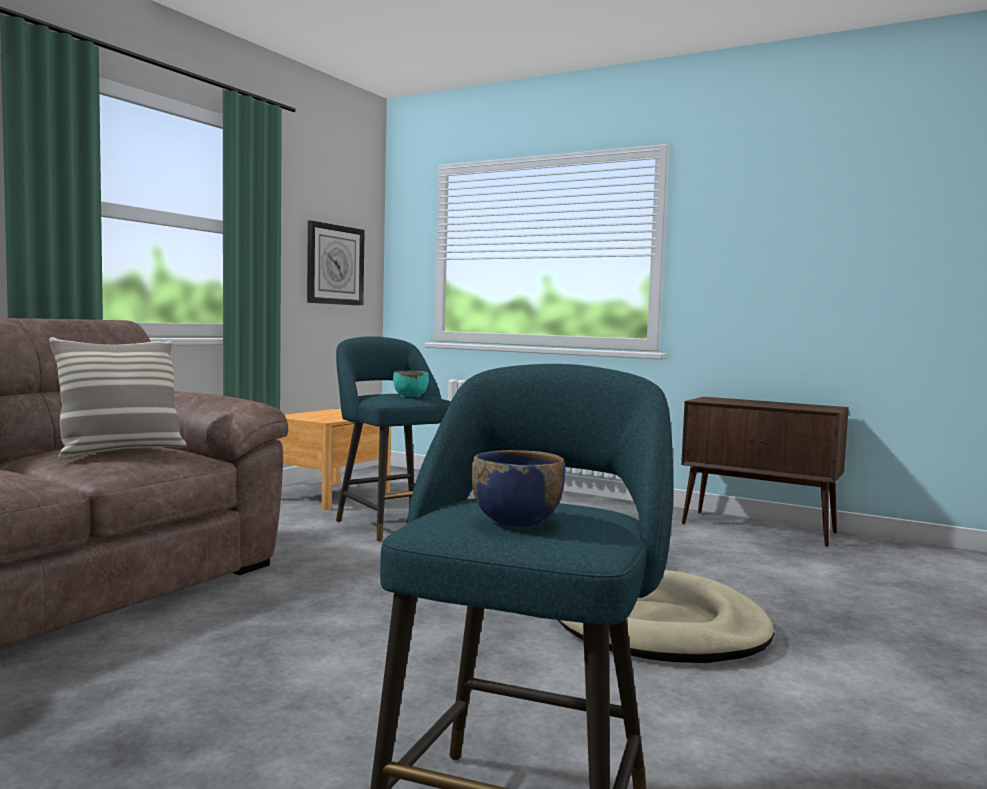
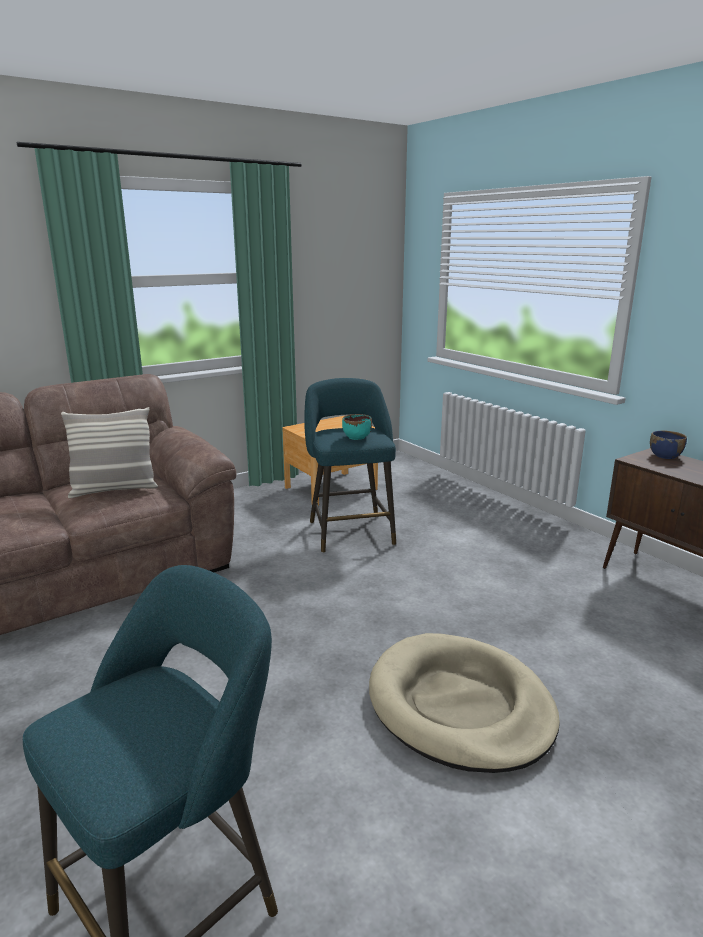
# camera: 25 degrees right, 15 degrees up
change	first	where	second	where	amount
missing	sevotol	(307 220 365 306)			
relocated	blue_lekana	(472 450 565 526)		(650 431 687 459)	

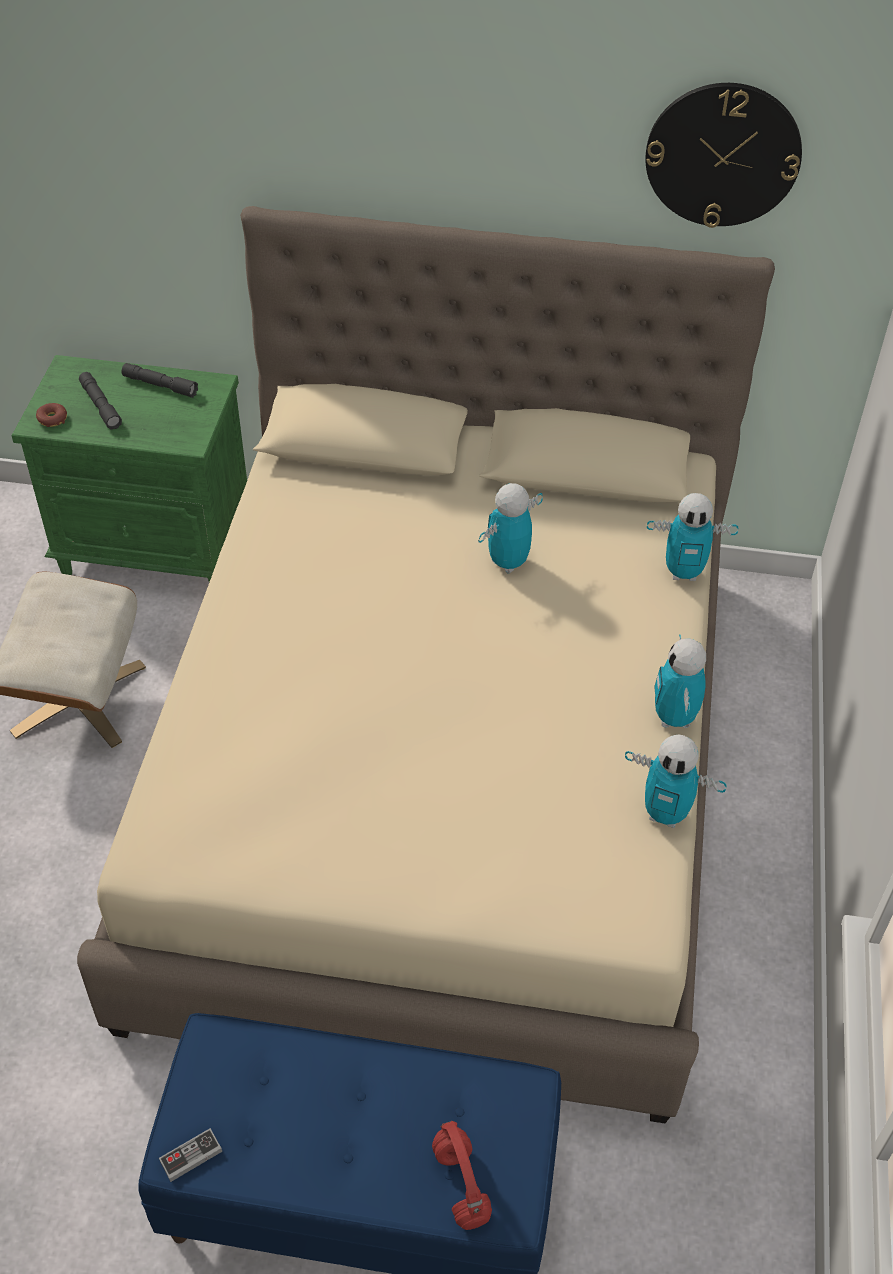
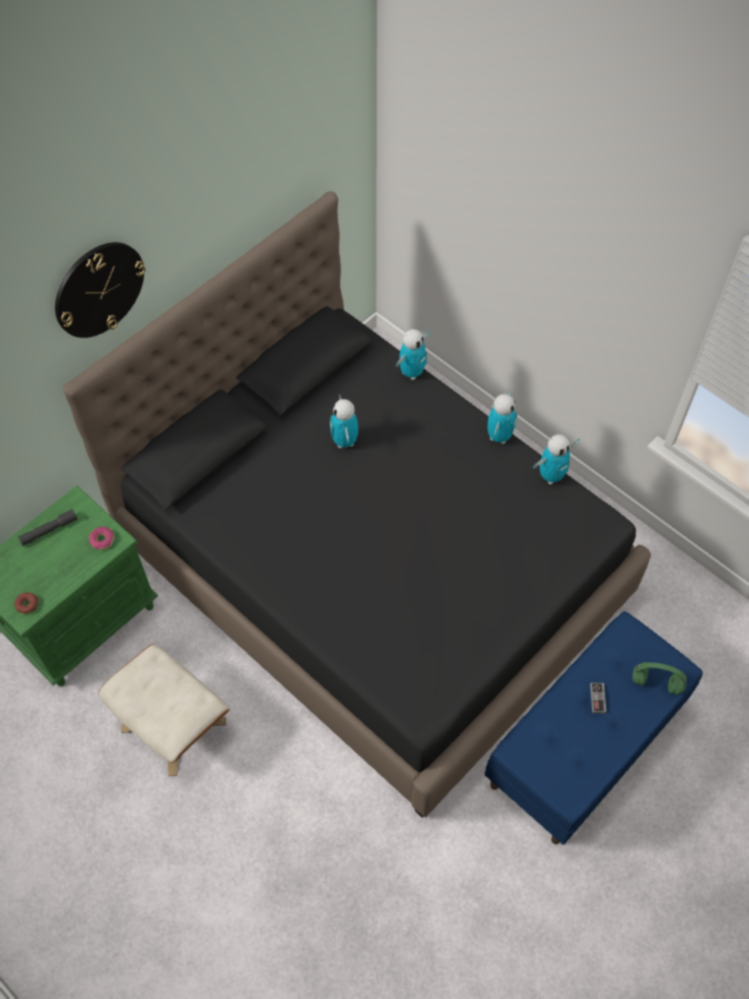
# camera: 55 degrees left, 10 degrees up
change	first	where	second	where	amount
colour	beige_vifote	(77 206 775 1123)	black_vifote	(63 191 651 818)	
missing	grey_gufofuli	(79 372 122 430)			
relocated	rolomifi	(159 1128 222 1182)		(590 683 606 714)	
colour	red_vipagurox	(432 1121 492 1230)	green_vipagurox	(632 662 687 695)	
relocated	sevotol	(646 83 802 228)		(55 242 146 338)	
spun	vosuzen	(654 634 706 728)		(487 391 517 444)	105 degrees counterclockwise
appeared			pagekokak	(89 527 114 550)	

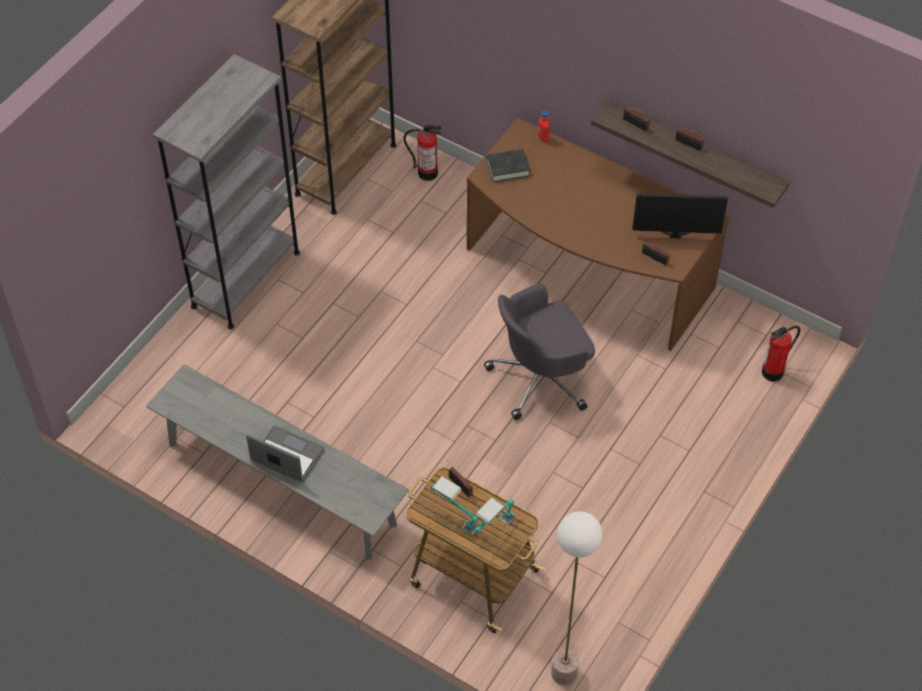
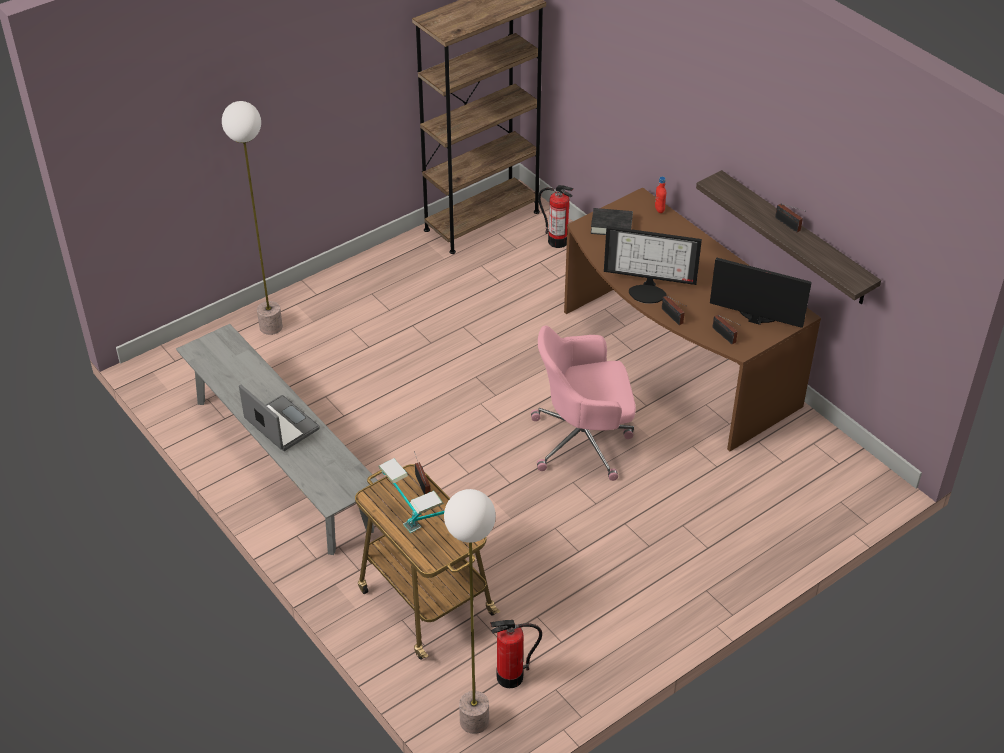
# camera: 20 degrees right, 10 degrees down
change	first	where	second	where	amount
missing	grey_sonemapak	(153 54 300 329)			
colour	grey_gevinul	(484 284 595 420)	pink_gevinul	(531 326 636 481)	
relocated	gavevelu	(623 107 651 132)		(662 296 686 325)	
relocated	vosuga	(762 326 800 382)		(490 620 542 688)	
appeared			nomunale	(222 101 283 335)	
appeared			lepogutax	(604 226 702 304)	

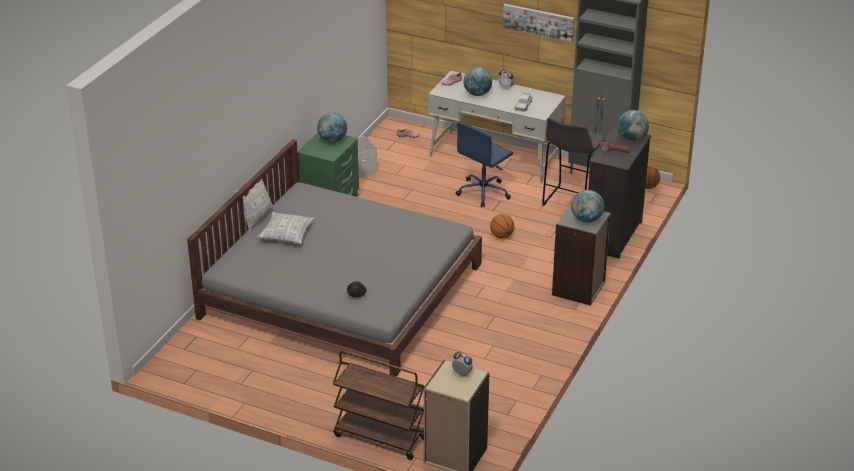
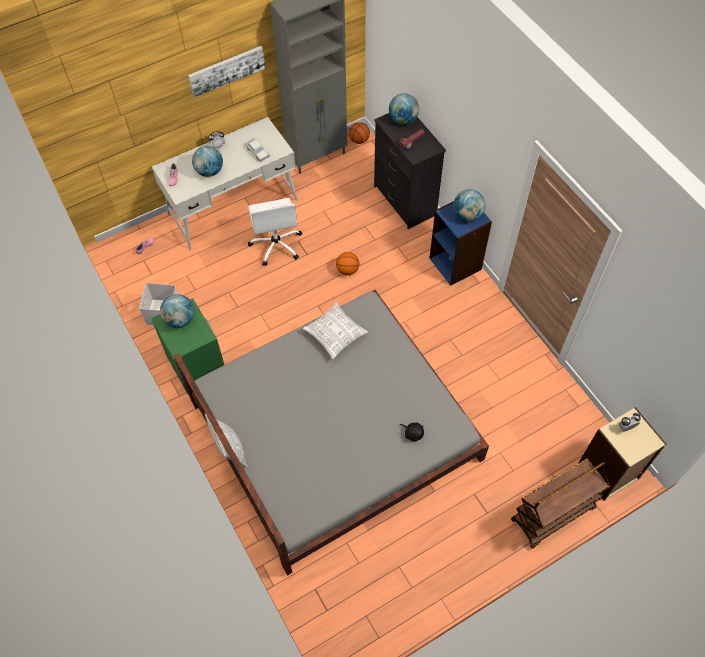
# camera: 55 degrees left, 25 degrees up
change	first	where	second	where	amount
relocated	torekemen	(257 212 315 244)		(302 302 368 359)	
colour	blue_gevinul	(455 122 513 207)	white_gevinul	(248 198 302 266)	
missing	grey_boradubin	(542 118 606 206)			
colour	grey_sonemapak	(552 204 611 306)	blue_sonemapak	(429 201 492 286)	

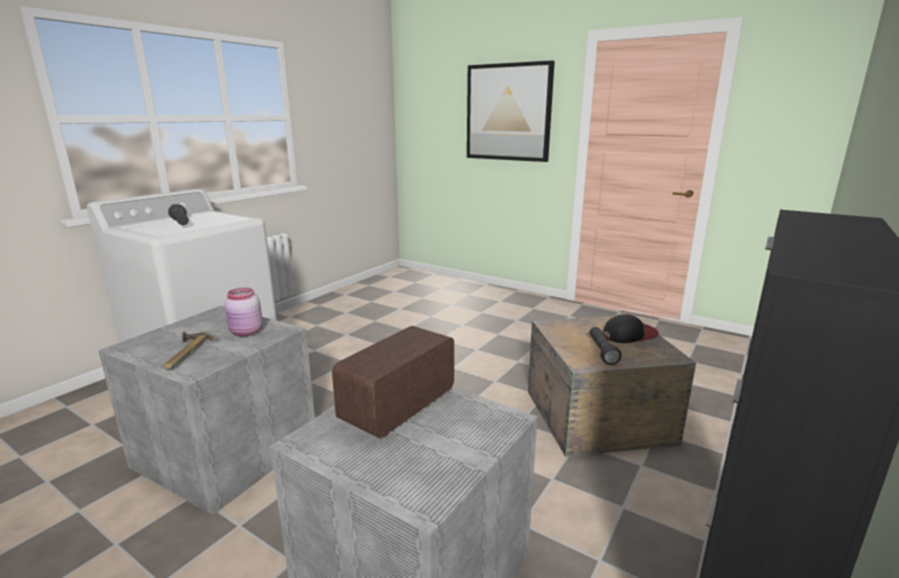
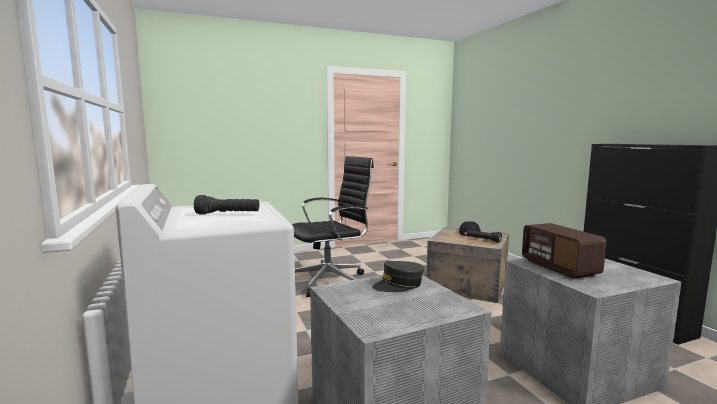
# camera: 55 degrees left, 10 degrees down
change	first	where	second	where	amount
missing	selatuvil	(163 332 216 369)			
exchanged	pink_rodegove	(224 288 263 337)	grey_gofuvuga	(372 261 424 292)	
missing	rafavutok	(467 60 555 162)			
appeared			black_gevinul	(292 156 374 297)	

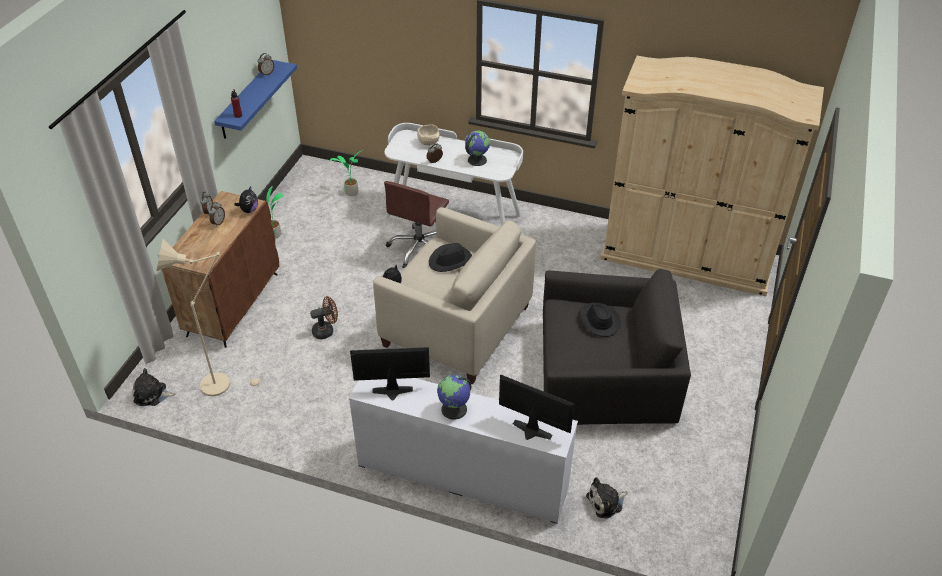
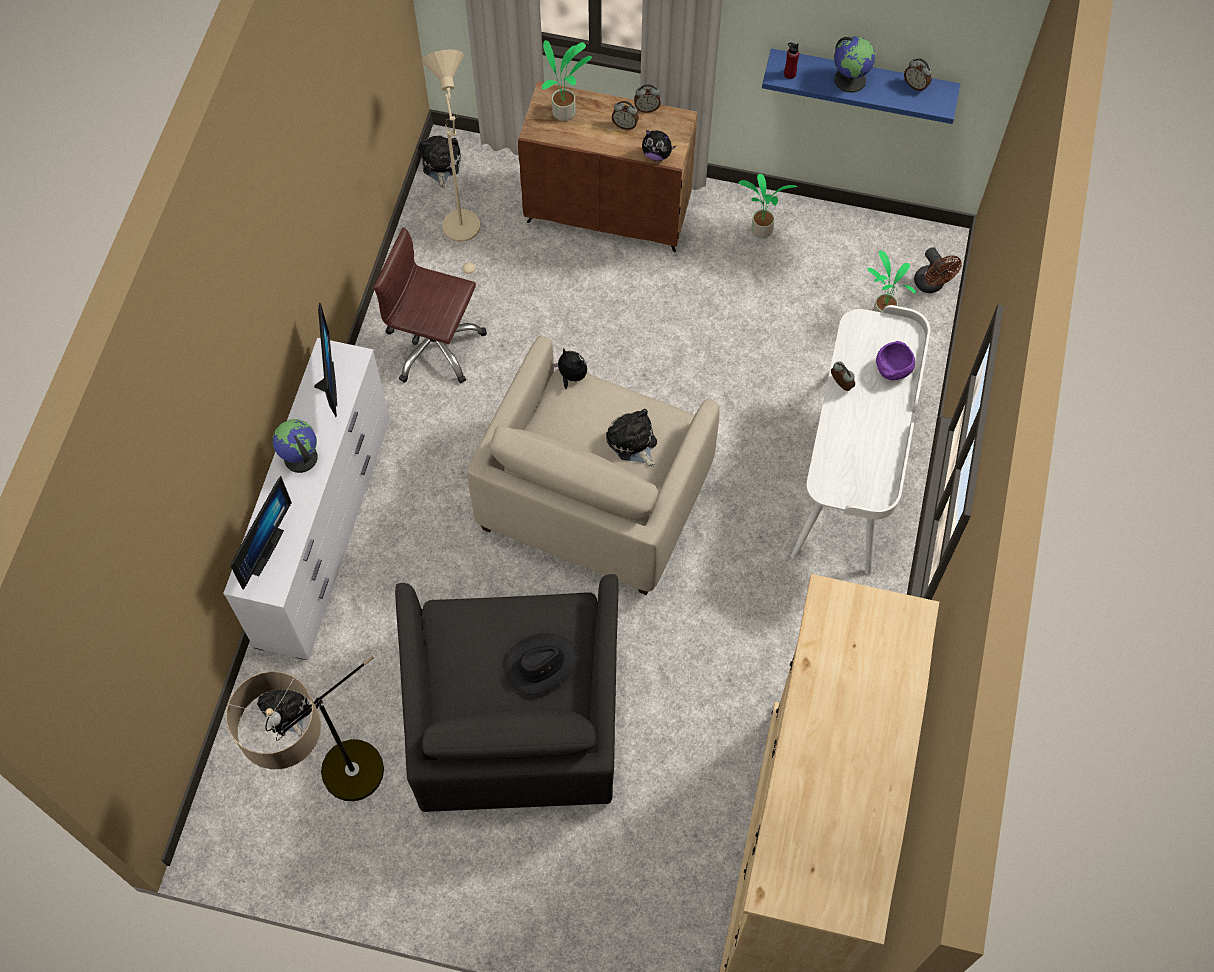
# camera: 85 degrees right, 20 degrees up
change	first	where	second	where	amount
relocated	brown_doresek	(310 296 338 339)		(914 247 962 293)	
relocated	brown_gevinul	(384 181 449 268)		(373 227 487 384)	
colour	beige_lekana	(417 125 440 145)	purple_lekana	(876 341 915 380)	
exchanged	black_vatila	(429 243 472 272)	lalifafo	(606 409 657 467)	
relocated	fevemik	(465 131 490 166)		(834 36 876 93)	
appeared			nomunale	(226 656 384 801)	
appeared			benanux	(542 40 592 121)	

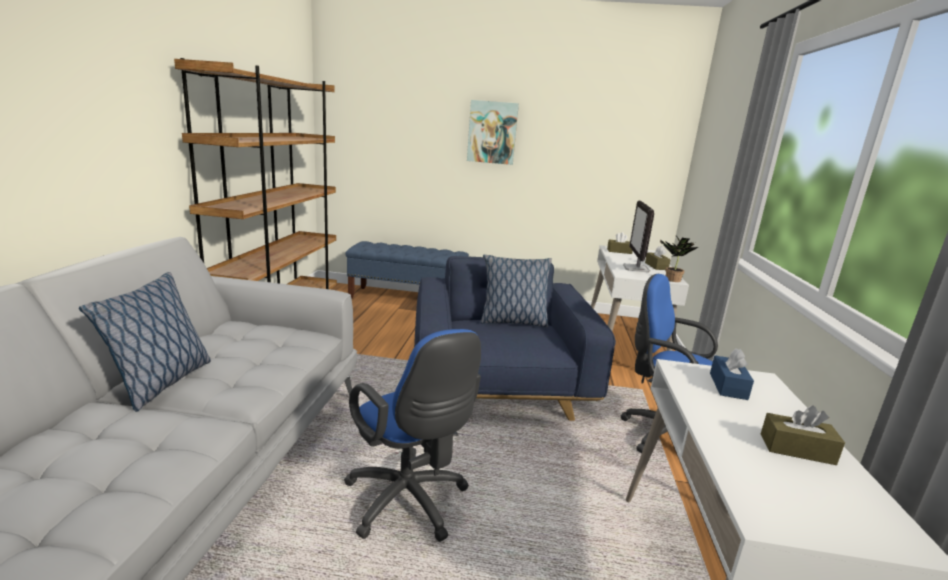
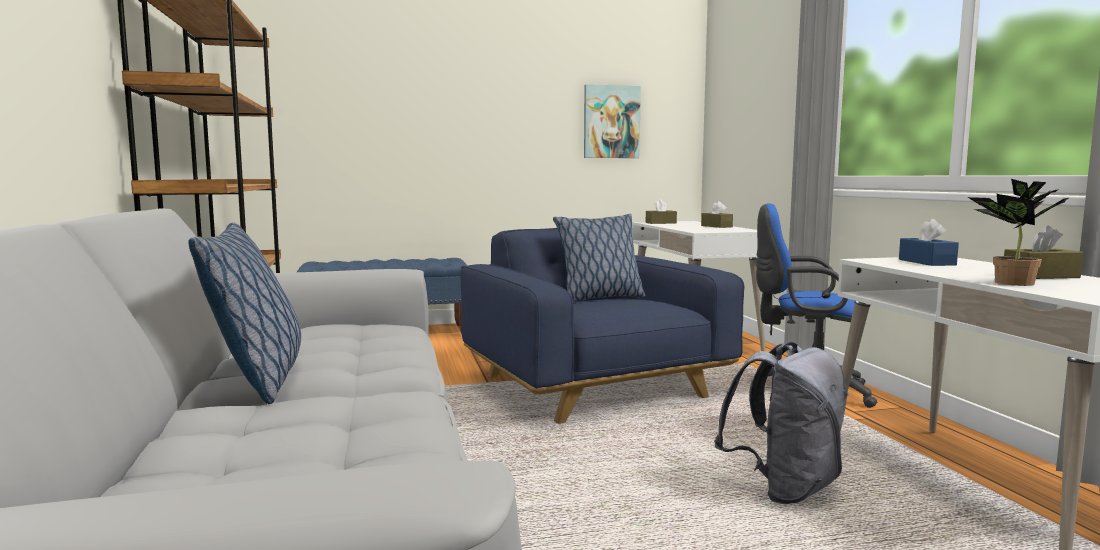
# camera: 20 degrees left, 10 degrees down
change	first	where	second	where	amount
missing	blue_gevinul	(344 329 481 542)			
relocated	rafavutok	(467 100 519 165)		(584 84 641 158)	
missing	lepogutax	(623 201 654 273)			
relocated	benanux	(660 236 698 282)		(968 179 1069 286)	
appeared			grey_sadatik	(714 342 848 504)	

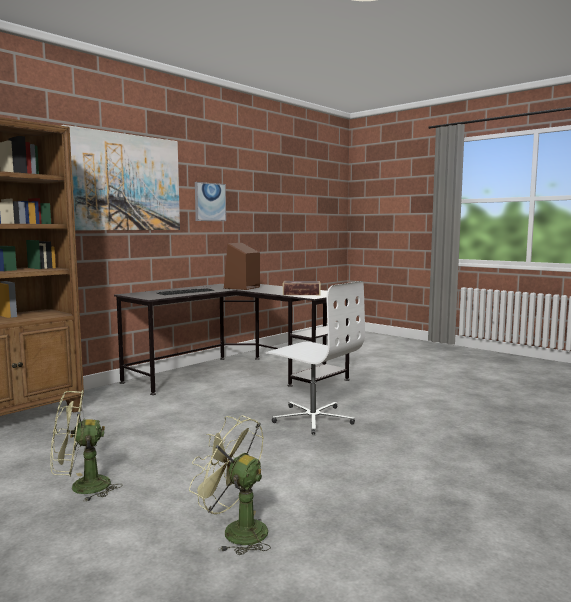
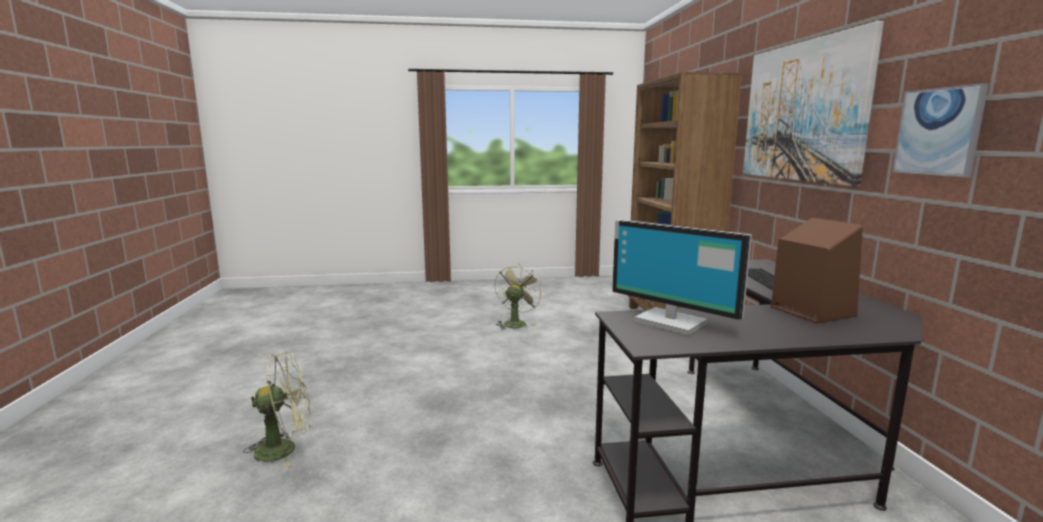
# camera: 130 degrees right, 5 degrees up
change	first	where	second	where	amount
relocated	green_doresek	(189 415 271 555)		(243 352 311 468)	
missing	white_gevinul	(265 281 365 435)			
exchanged	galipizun	(283 281 320 295)	lepogutax	(612 219 752 335)	

